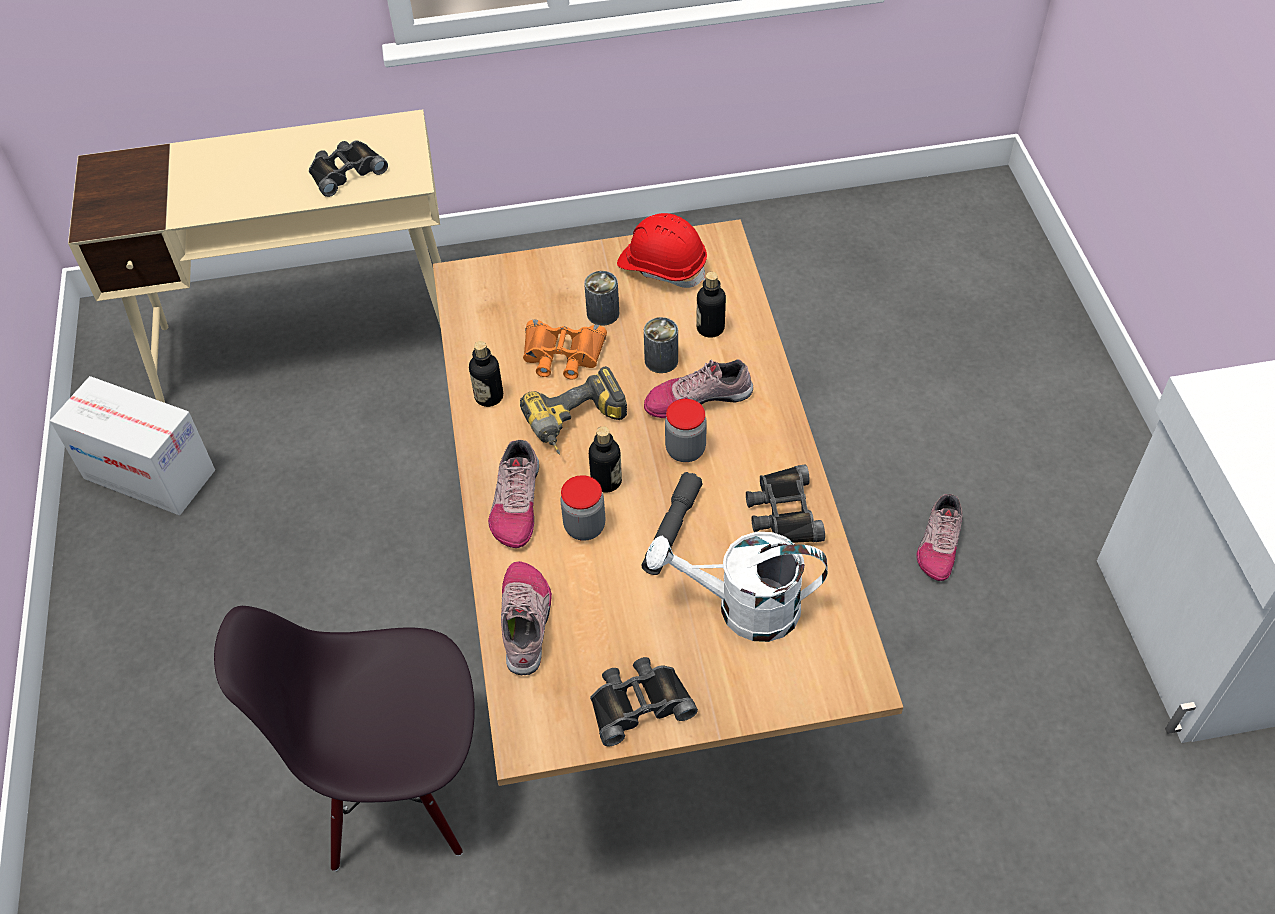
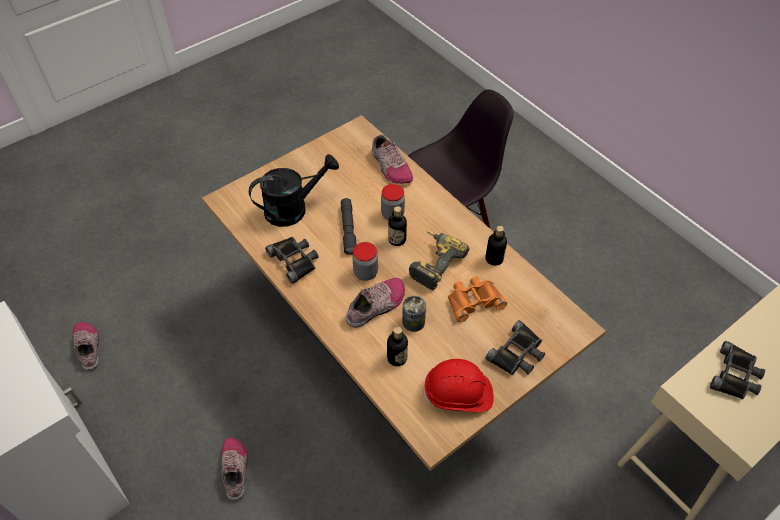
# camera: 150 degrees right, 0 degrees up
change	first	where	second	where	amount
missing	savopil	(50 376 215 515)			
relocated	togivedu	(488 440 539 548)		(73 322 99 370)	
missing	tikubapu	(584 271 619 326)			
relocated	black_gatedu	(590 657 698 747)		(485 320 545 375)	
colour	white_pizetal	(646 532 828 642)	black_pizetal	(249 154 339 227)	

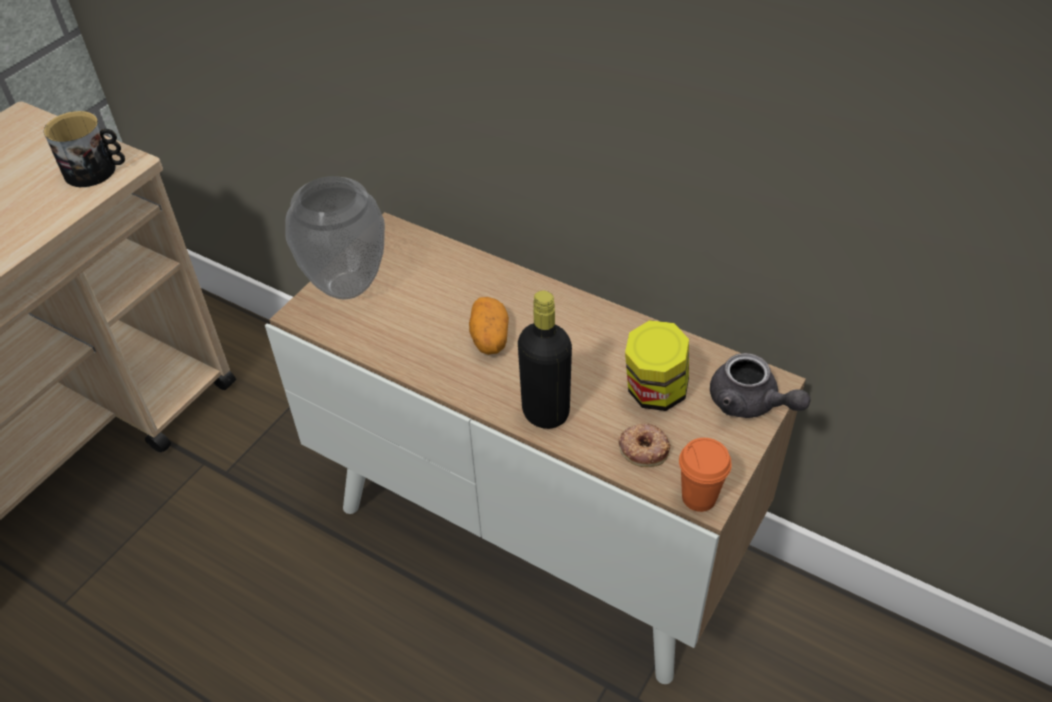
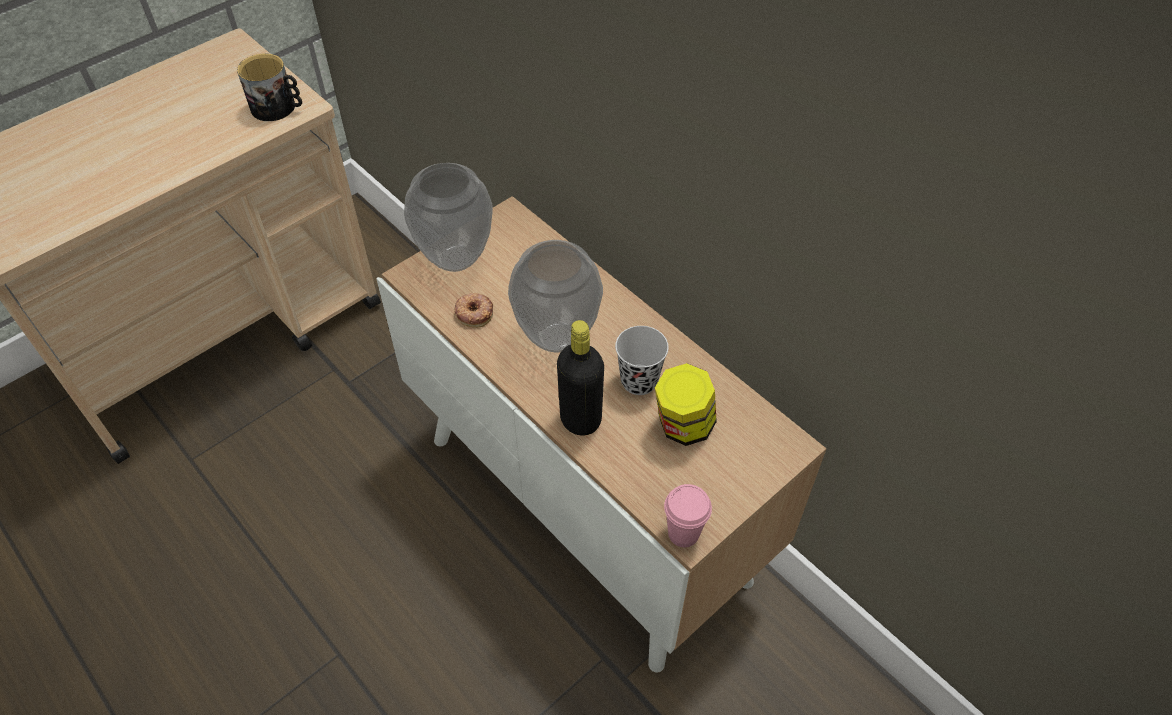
# camera: 15 degrees right, 5 degrees up
change	first	where	second	where	amount
exchanged	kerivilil	(469 297 509 355)	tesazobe	(508 240 603 352)	
relocated	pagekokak	(618 424 671 467)		(454 293 493 328)	
colour	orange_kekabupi	(679 438 732 512)	pink_kekabupi	(664 484 712 547)	
missing	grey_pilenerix	(710 353 811 418)			
appeared			black_kekabupi	(615 326 669 395)	

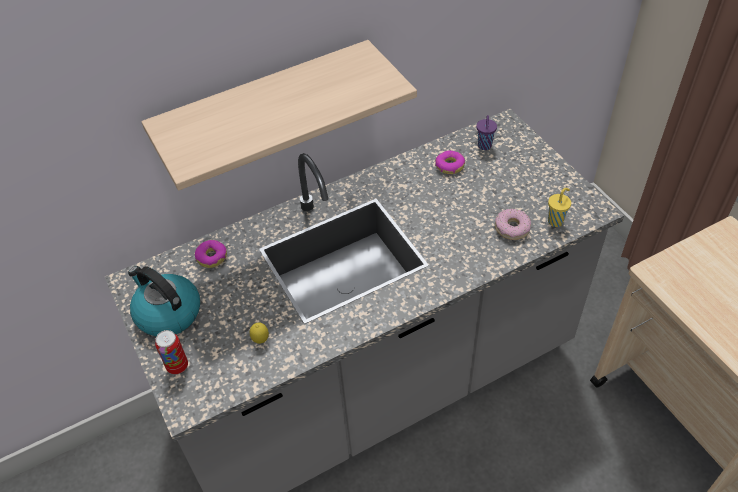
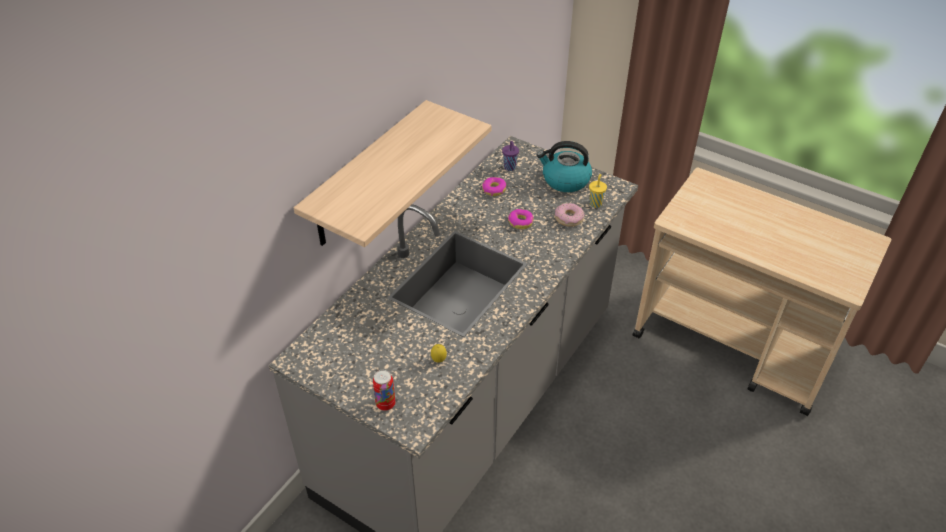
# camera: 30 degrees left, 5 degrees down
change	first	where	second	where	amount
relocated	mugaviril	(128 266 200 336)		(537 141 592 192)	
relocated	pagekokak	(195 240 227 268)		(508 209 534 229)	

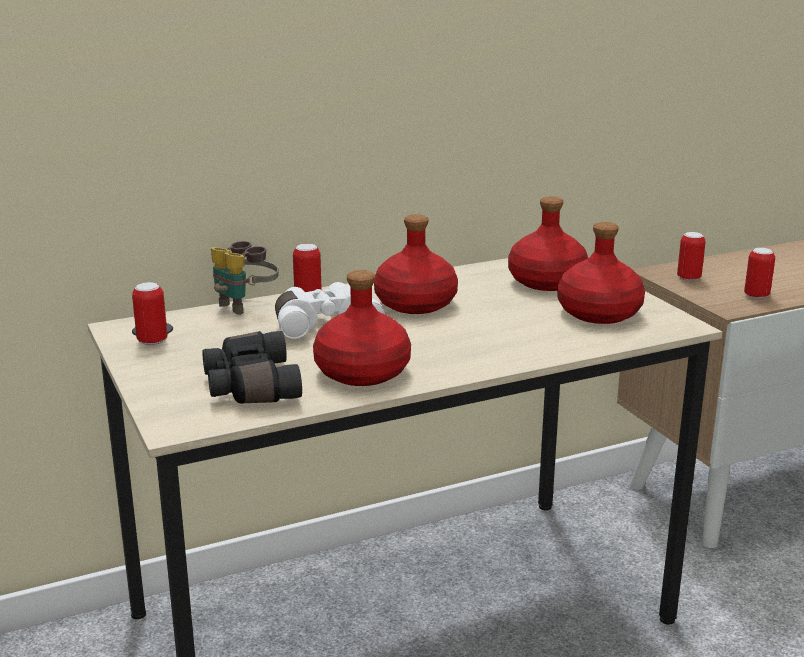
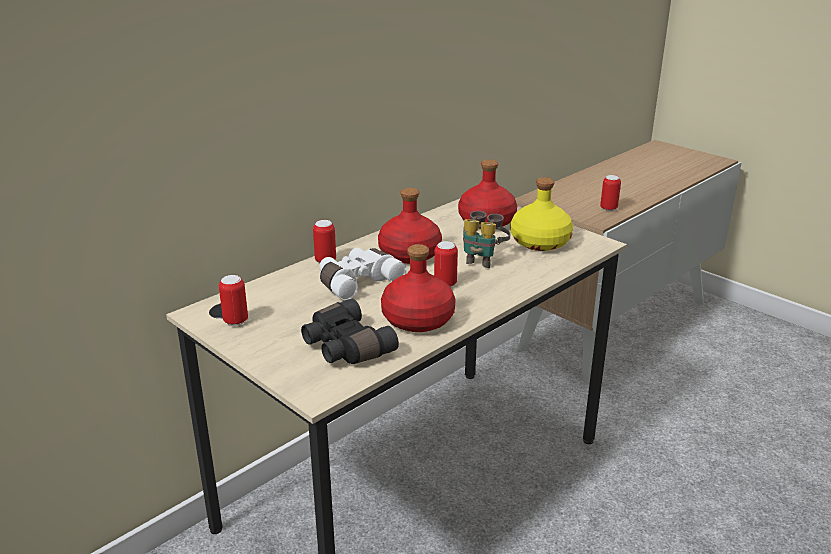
# camera: 20 degrees left, 5 degrees up
change	first	where	second	where	amount
relocated	gatedu	(211 241 279 315)		(463 211 510 268)	
colour	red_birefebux	(558 222 645 324)	yellow_birefebux	(511 177 573 251)	
relocated	tikubapu	(677 232 706 281)		(434 241 458 287)	

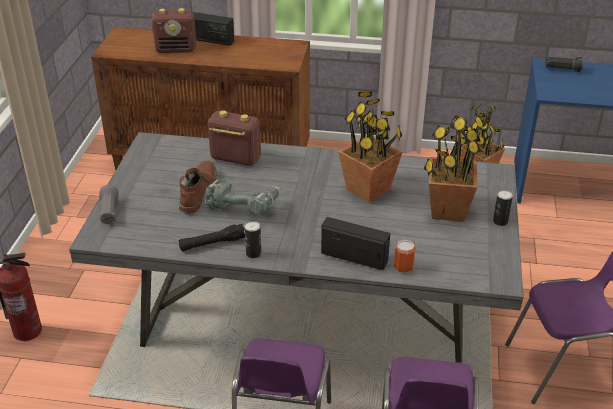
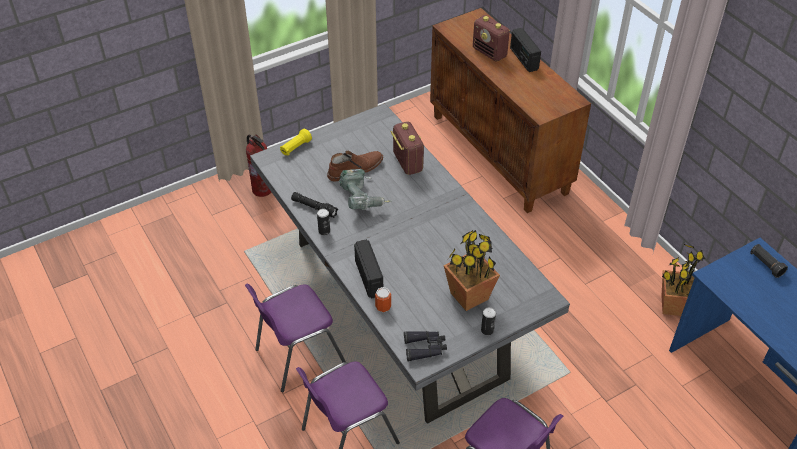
# camera: 50 degrees right, 10 degrees up
change	first	where	second	where	amount
colour	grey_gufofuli	(99 185 119 224)	yellow_gufofuli	(280 129 312 155)	
missing	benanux	(338 92 403 203)			
appeared			black_gatedu	(404 331 447 361)	

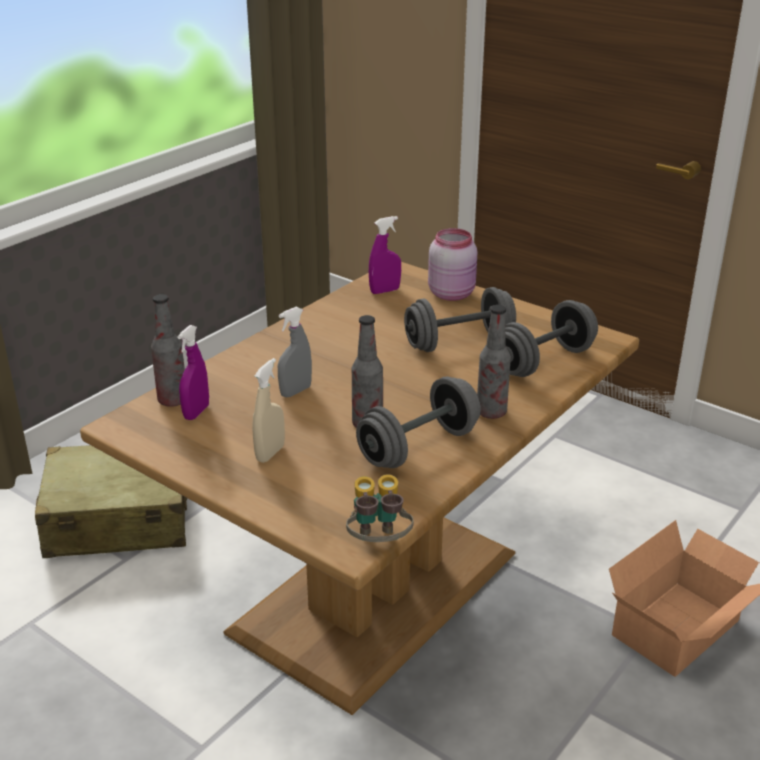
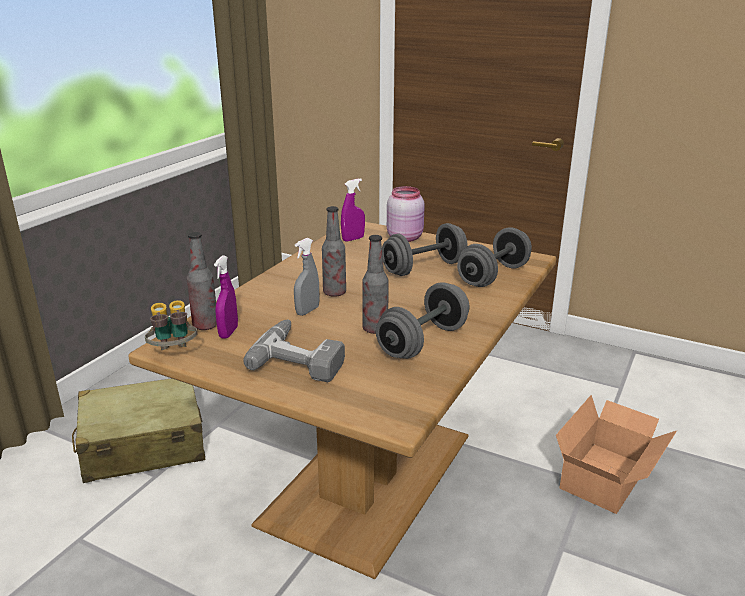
# camera: 10 degrees left, 5 degrees down
change	first	where	second	where	amount
exchanged	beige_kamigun	(252 358 285 463)	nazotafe	(243 320 345 382)	
relocated	gatedu	(346 474 414 542)		(145 300 197 350)	
relocated	birefebux	(477 305 511 419)		(322 206 346 297)	

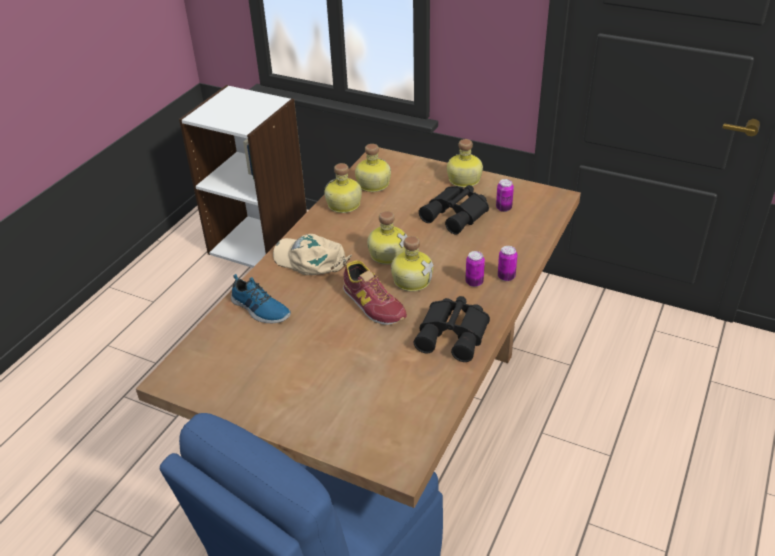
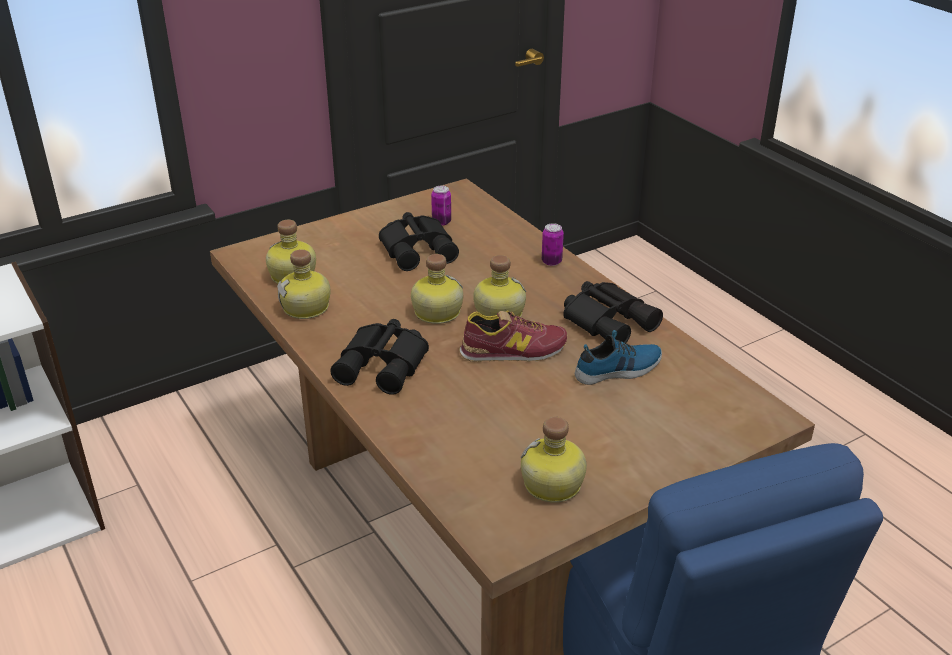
# camera: 60 degrees left, 5 degrees down
change	first	where	second	where	amount
relocated	togivedu	(231 274 291 323)		(575 330 662 385)	
exchanged	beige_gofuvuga	(273 234 352 275)	black_gatedu	(330 319 429 395)	
relocated	birefebux	(447 139 483 187)		(521 417 587 503)	
missing	tikubapu	(465 251 485 287)			

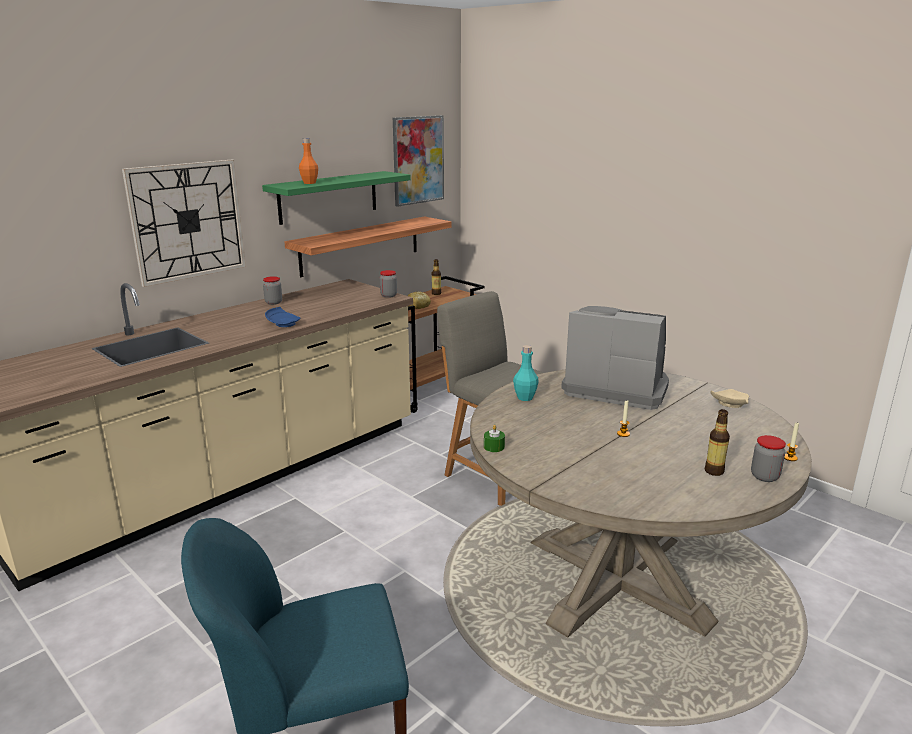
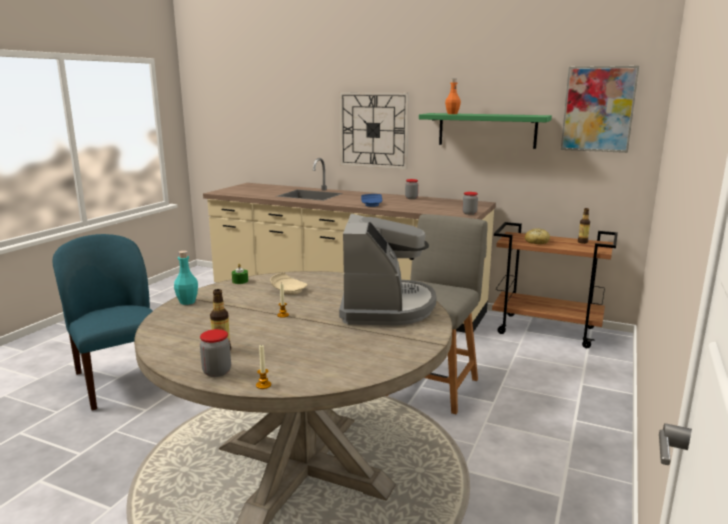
# camera: 70 degrees right, 5 degrees down
change	first	where	second	where	amount
missing	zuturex	(284 216 452 277)			
relocated	turquoise_birefebux	(513 345 539 401)		(174 251 198 305)	
relocated	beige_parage	(710 389 749 408)		(270 272 308 295)	

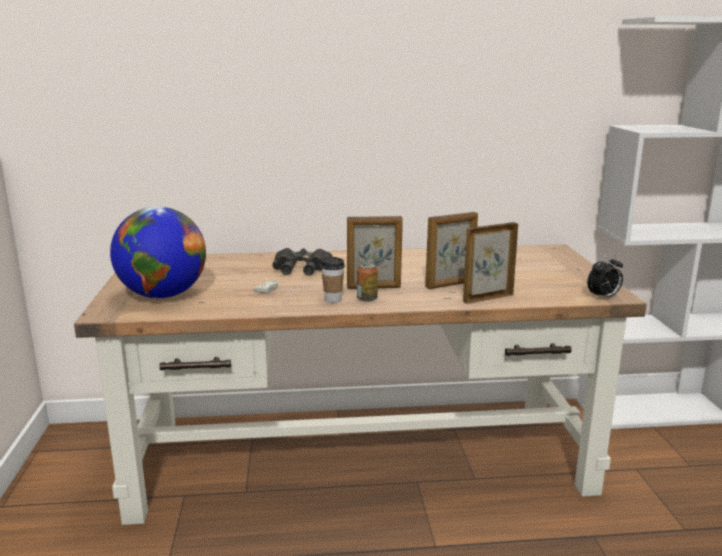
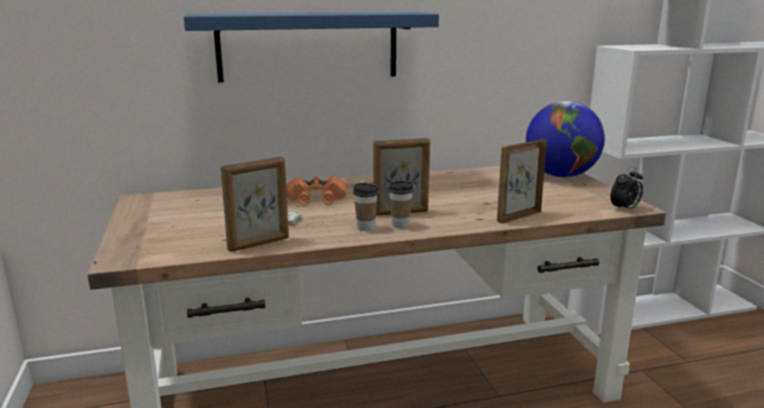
# camera: 10 degrees left, 0 degrees up
change	first	where	second	where	amount
relocated	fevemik	(110 207 206 298)		(526 101 605 177)	
colour	black_gatedu	(272 248 333 276)	orange_gatedu	(286 176 347 205)	
exchanged	tikubapu	(357 262 378 302)	kekabupi	(389 181 414 228)	
relocated	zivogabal	(425 212 478 289)		(221 157 289 252)	
appeared			blue_zuturex	(184 12 439 83)	

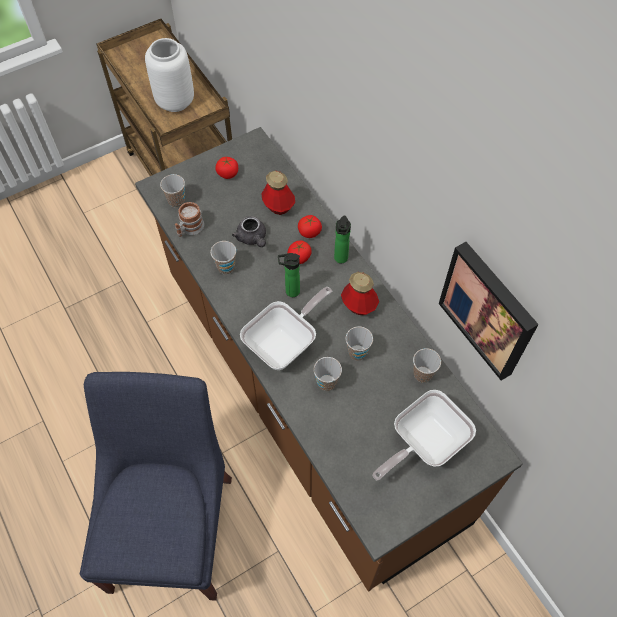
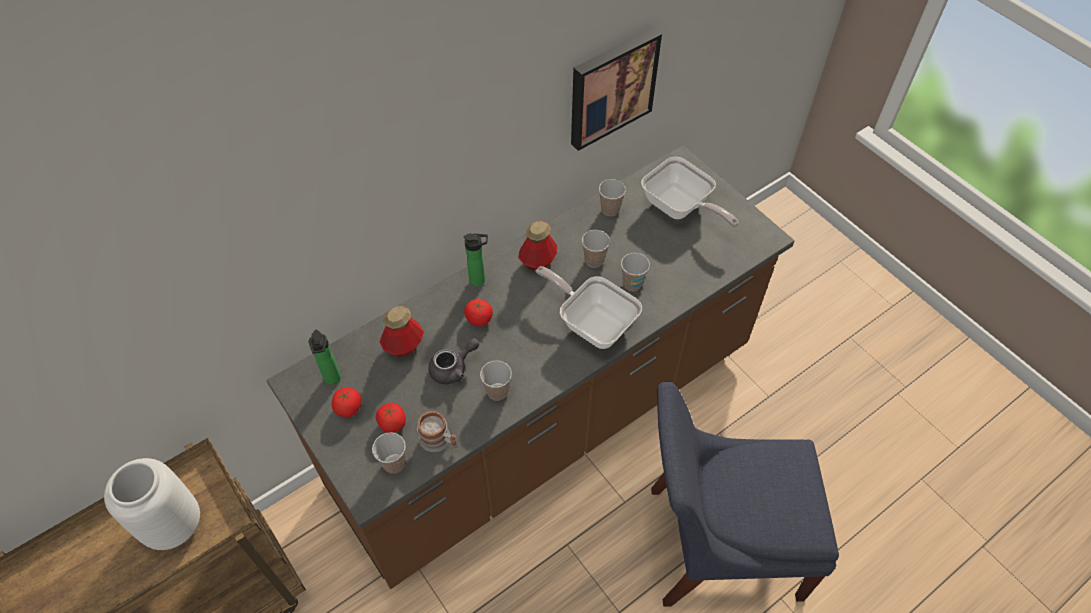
# camera: 95 degrees left, 5 degrees down
change	first	where	second	where	amount
relocated	birefebux	(278 253 300 297)		(308 330 341 385)	
relocated	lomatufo	(298 215 322 238)		(376 403 406 433)	

